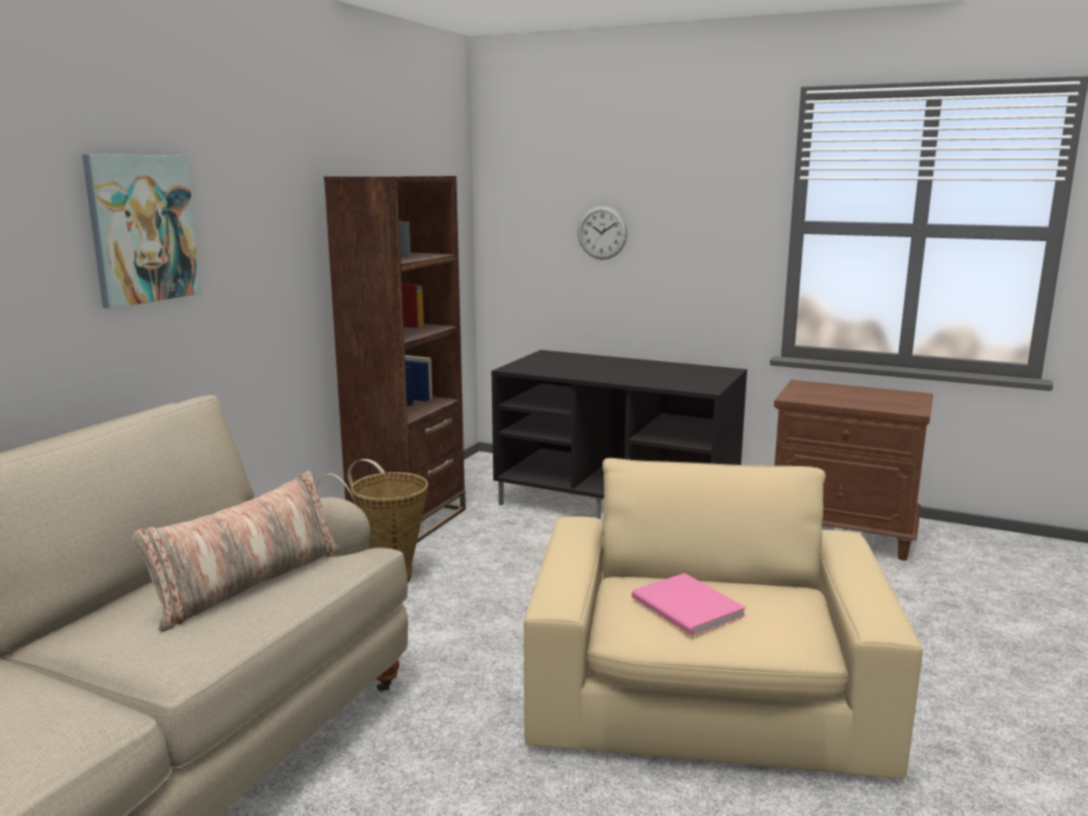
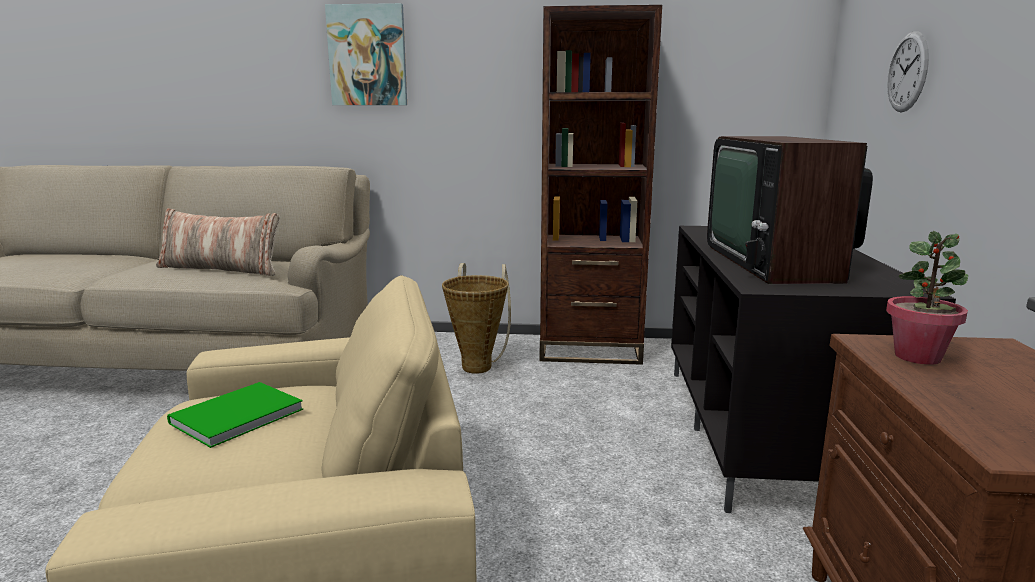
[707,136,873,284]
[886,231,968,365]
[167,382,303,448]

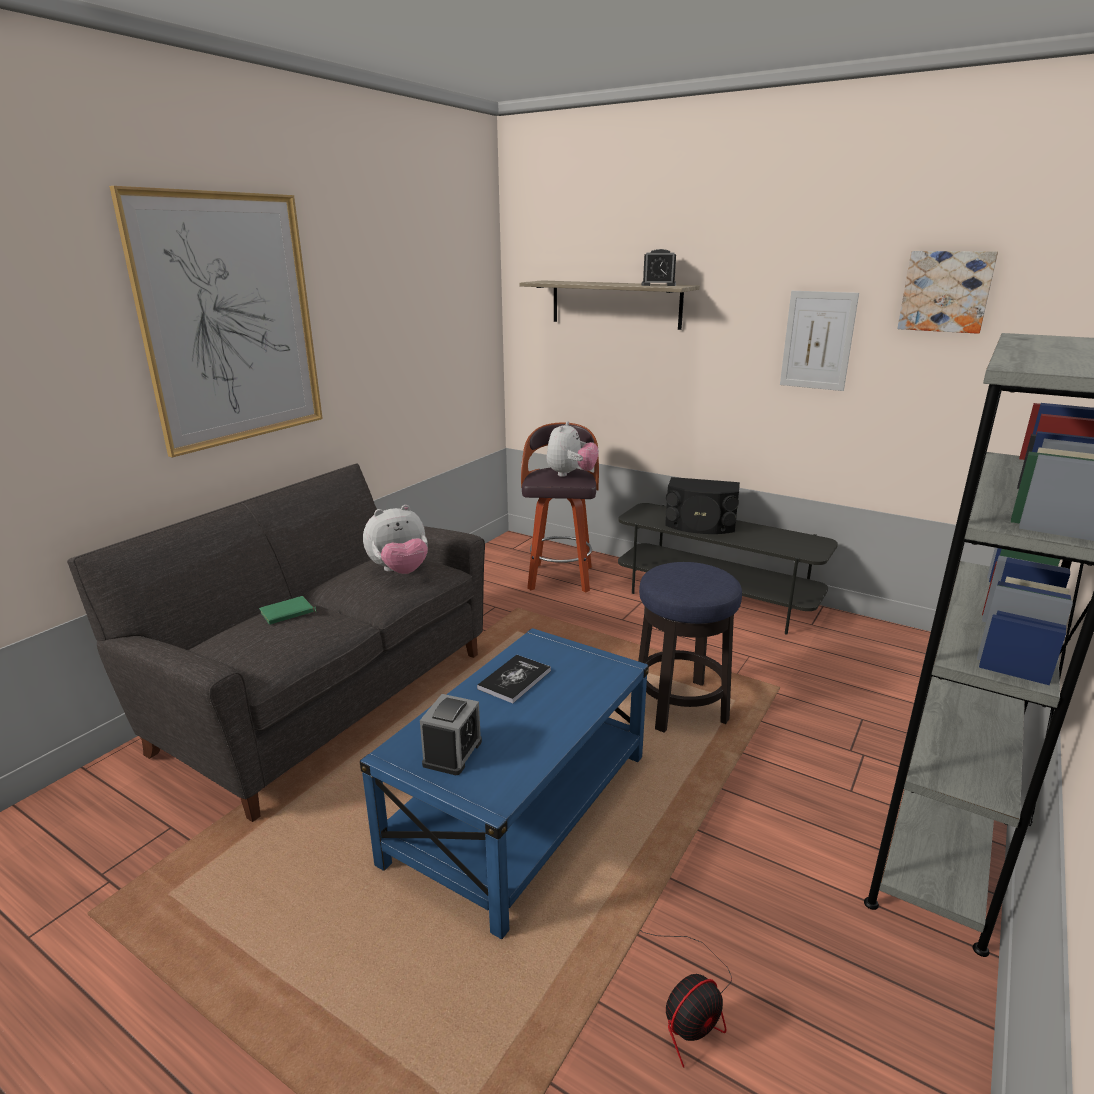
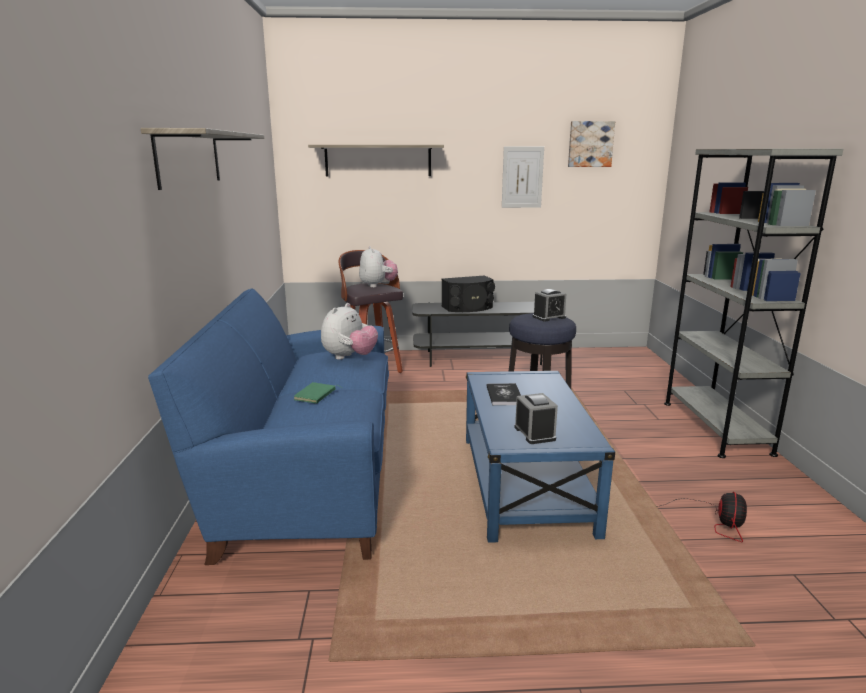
[533,289,566,321]
[141,128,264,190]
[148,288,389,565]

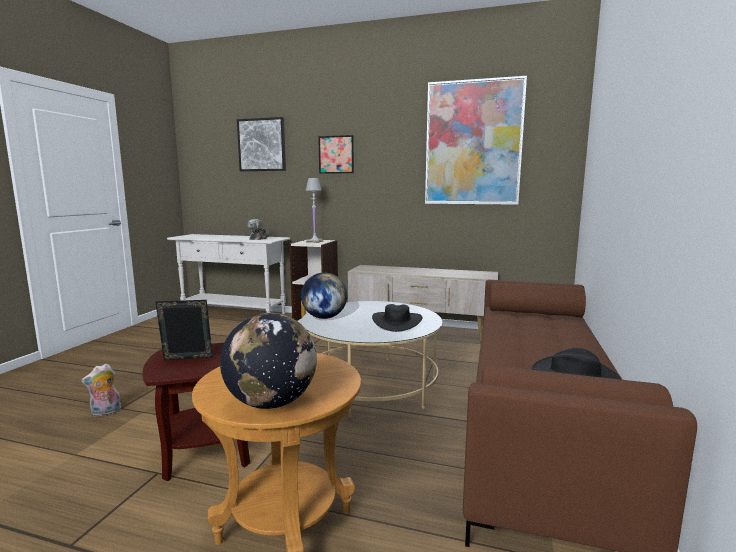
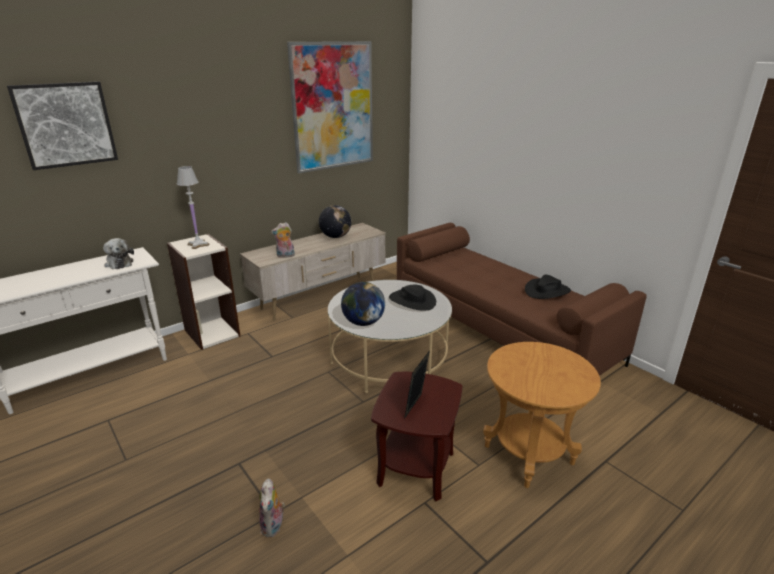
[318,135,354,174] (first image)
[271,222,295,258]
[319,205,351,238]

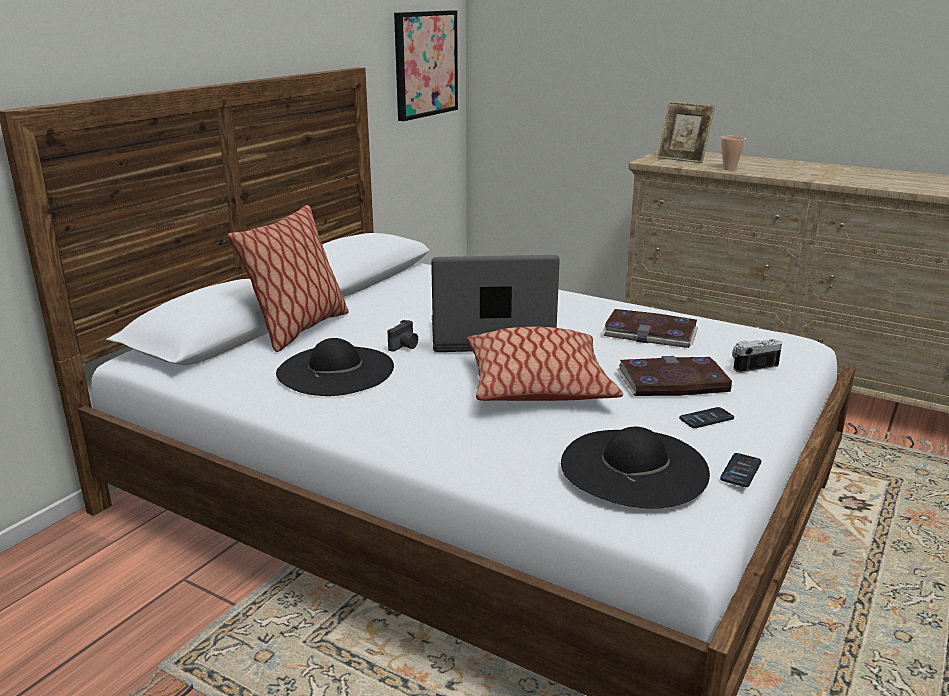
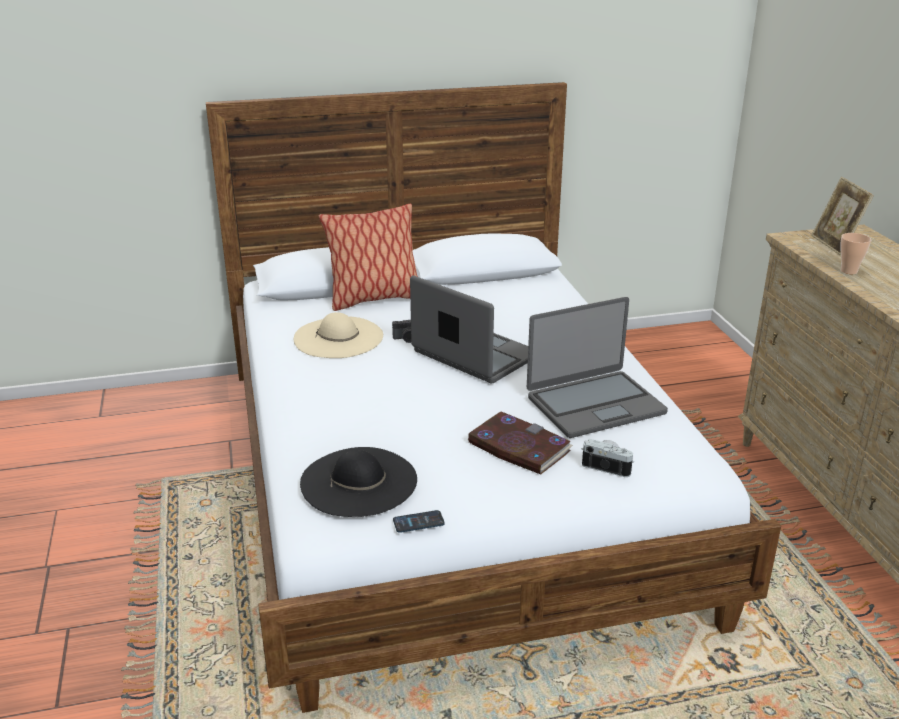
[394,10,458,121] (first image)
[467,327,623,401] (first image)
[679,407,734,428] (first image)
[527,297,668,438]
[294,312,383,358]

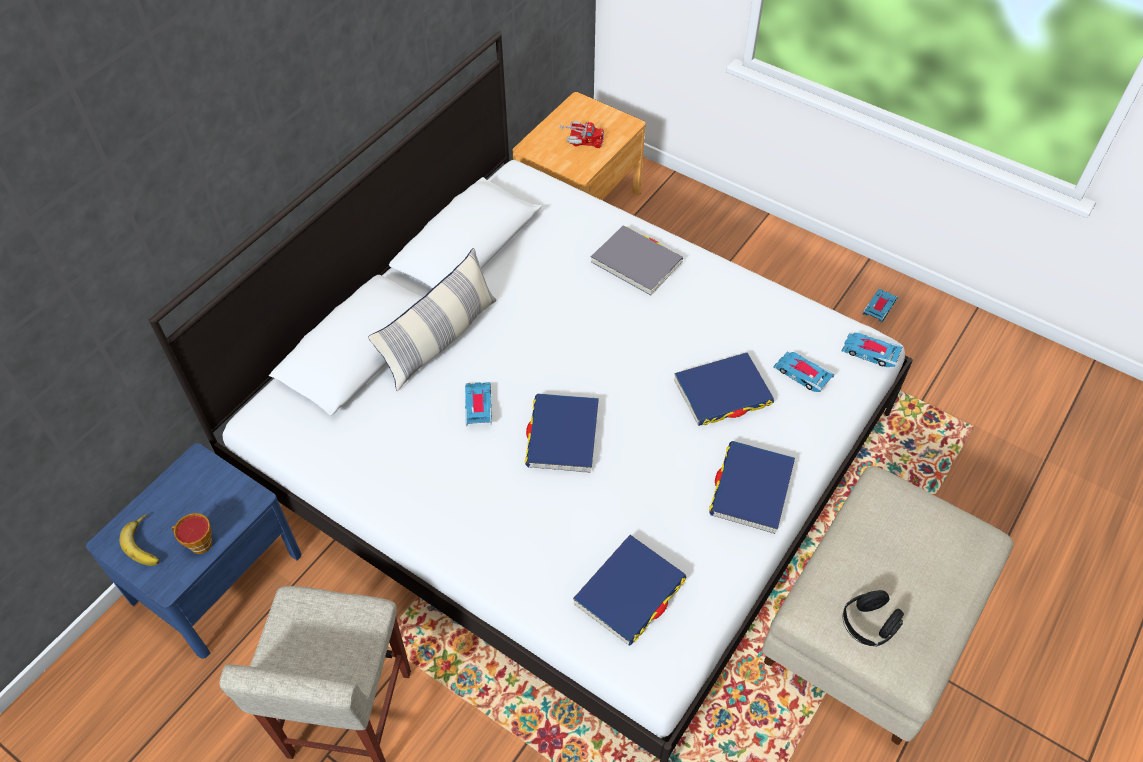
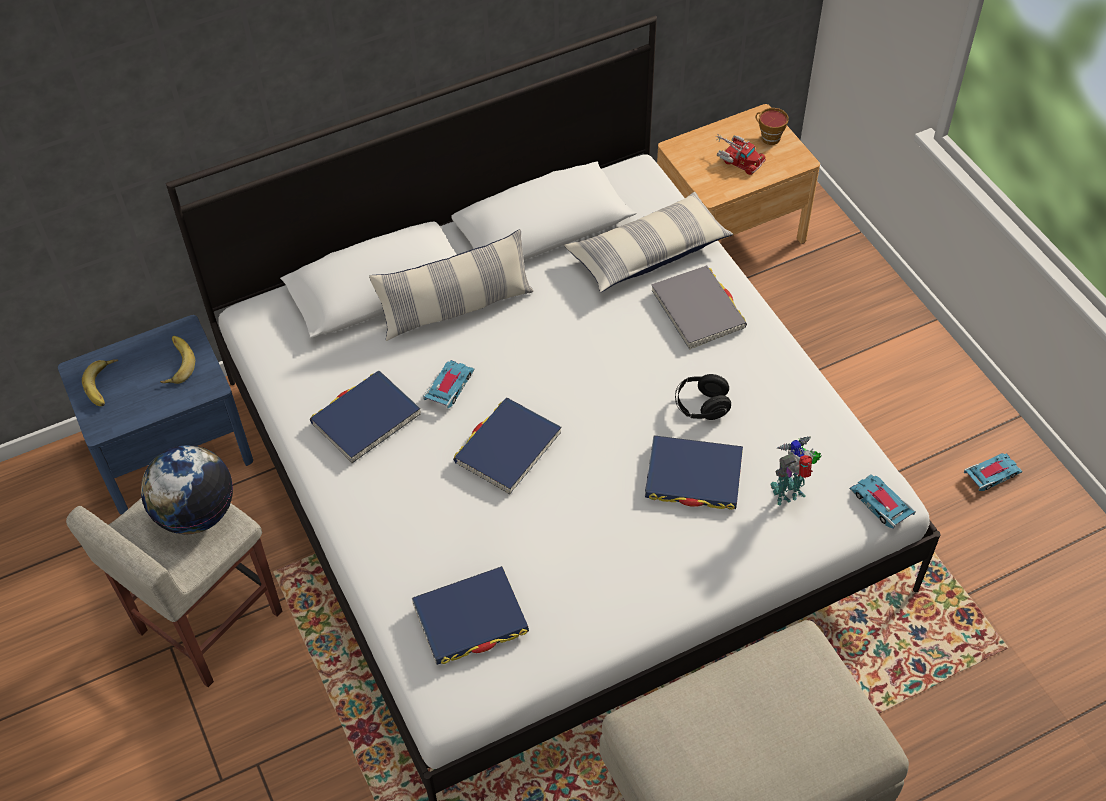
[141,445,233,535]
[160,336,195,384]
[564,192,733,293]
[756,108,789,145]
[310,370,421,463]
[675,374,731,420]
[770,436,821,506]

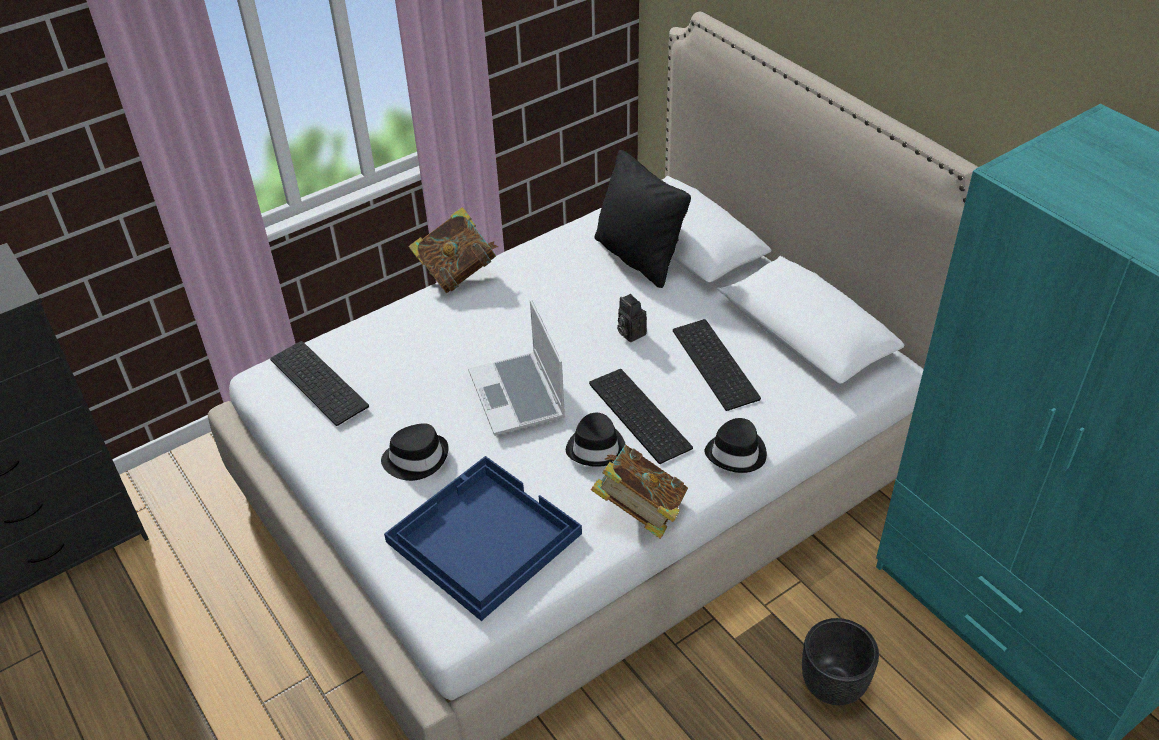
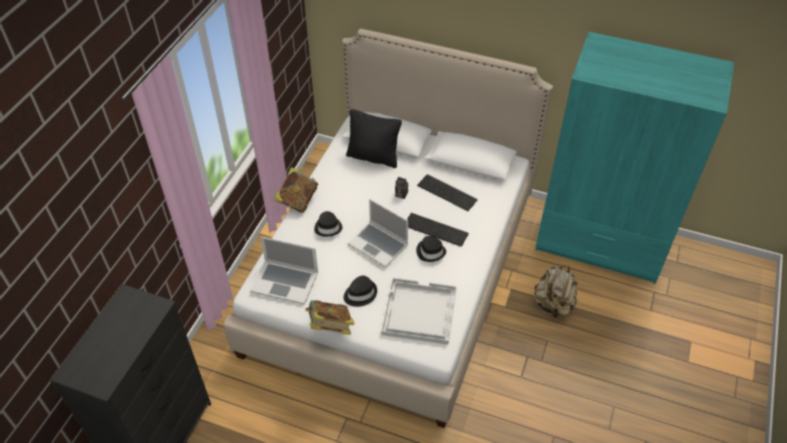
[305,300,354,335]
[314,211,342,237]
[250,236,318,305]
[534,265,578,318]
[381,278,457,345]

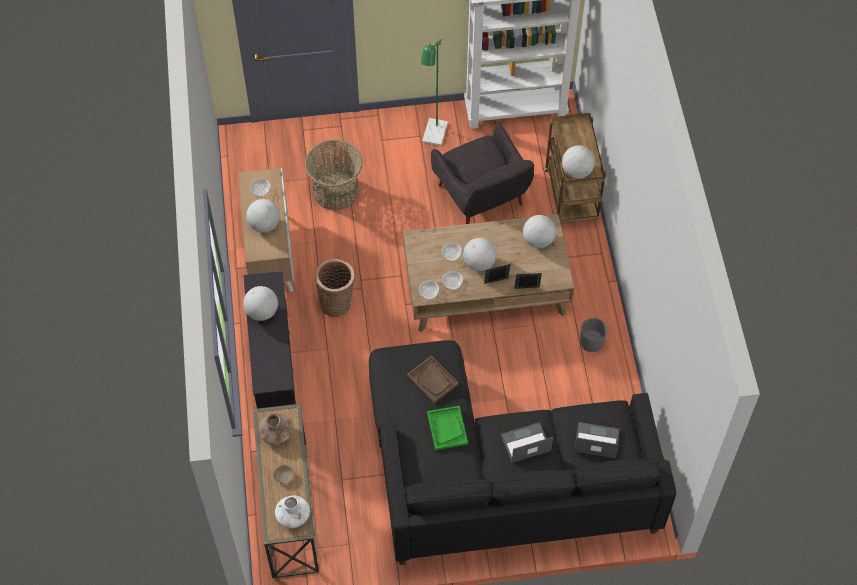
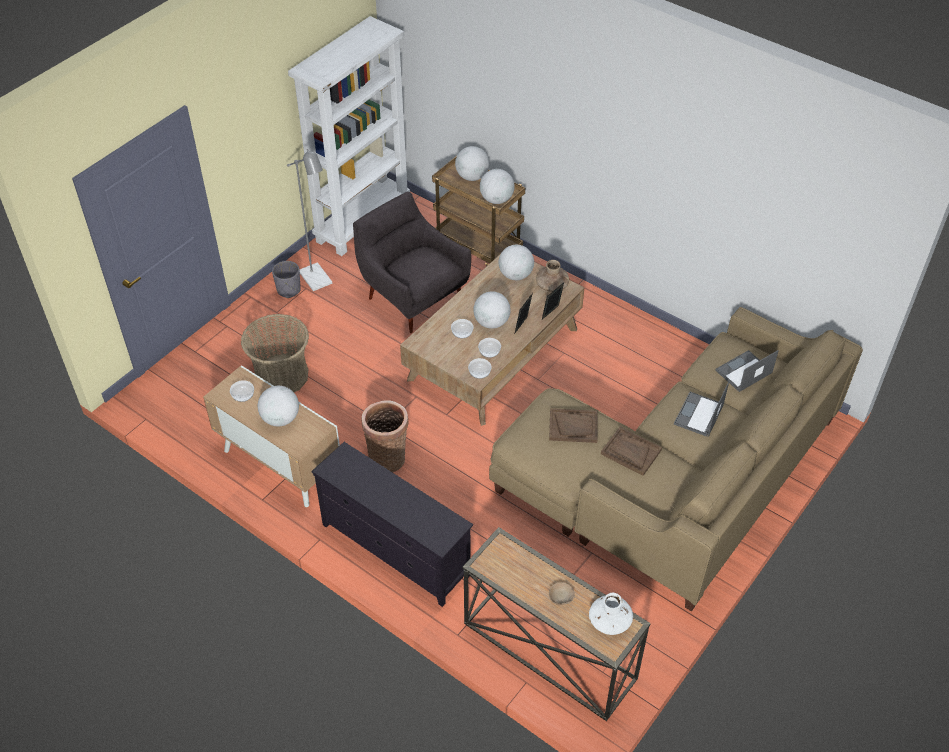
[455,146,489,181]
[536,260,569,292]
[272,261,301,298]
[489,307,863,612]
[287,149,332,291]
[601,427,662,476]
[353,192,471,333]

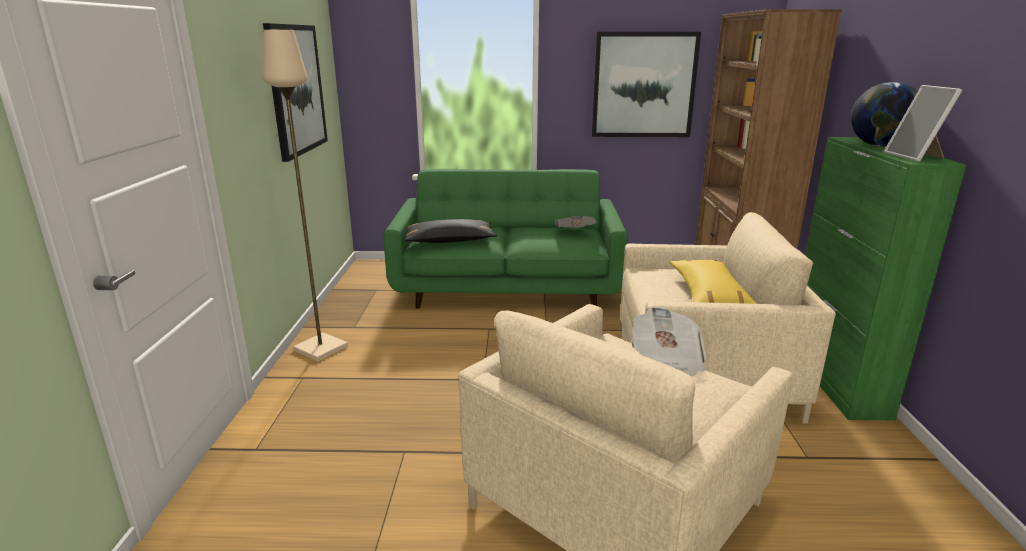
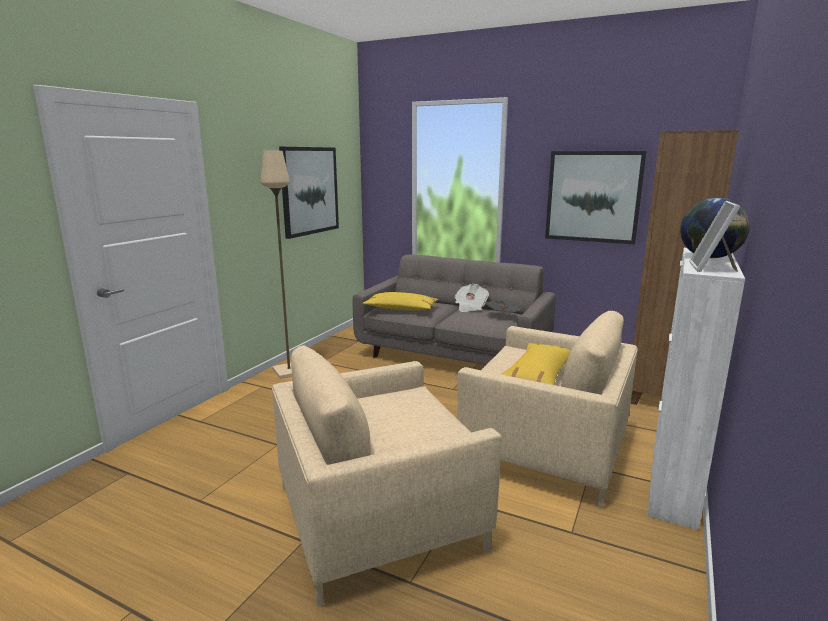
[454,284,489,312]
[353,254,556,365]
[363,292,438,310]
[647,248,745,530]

